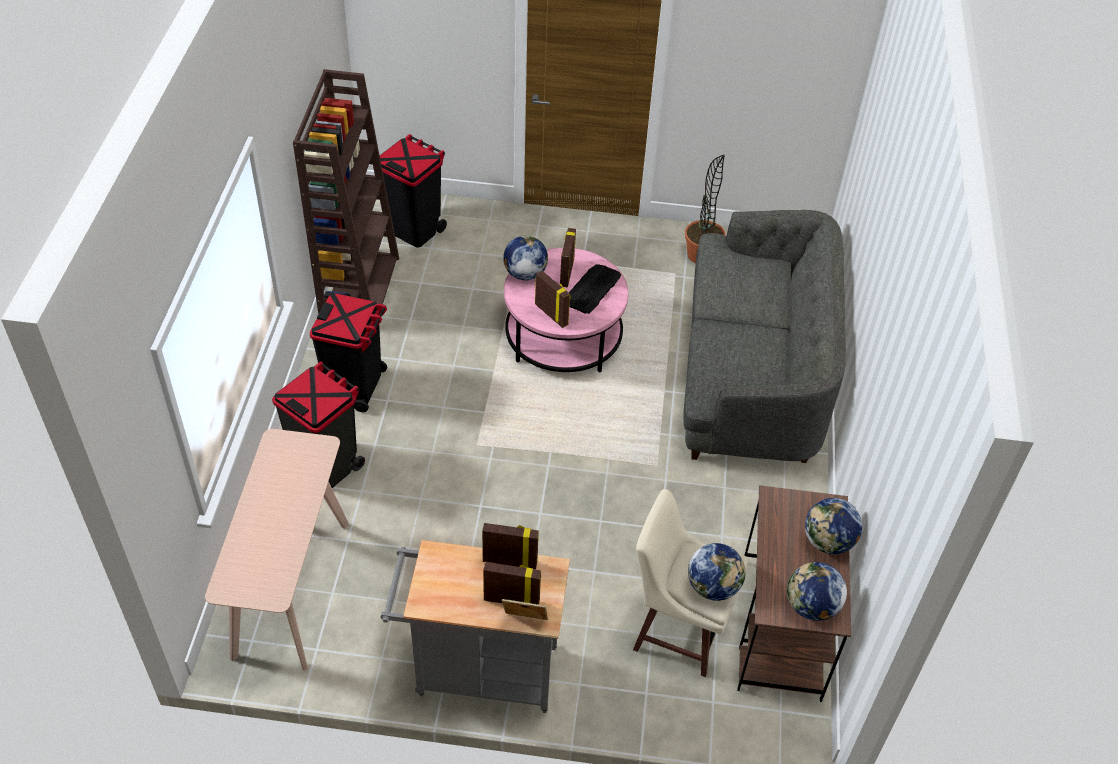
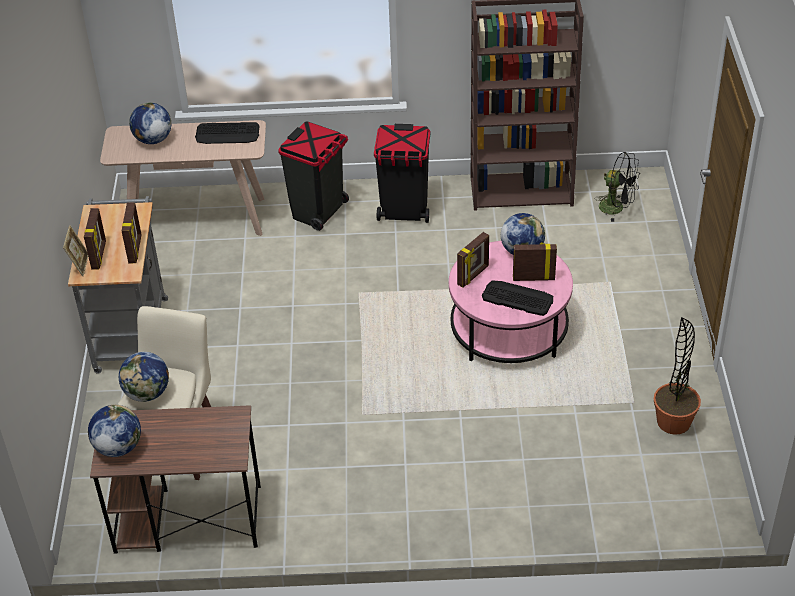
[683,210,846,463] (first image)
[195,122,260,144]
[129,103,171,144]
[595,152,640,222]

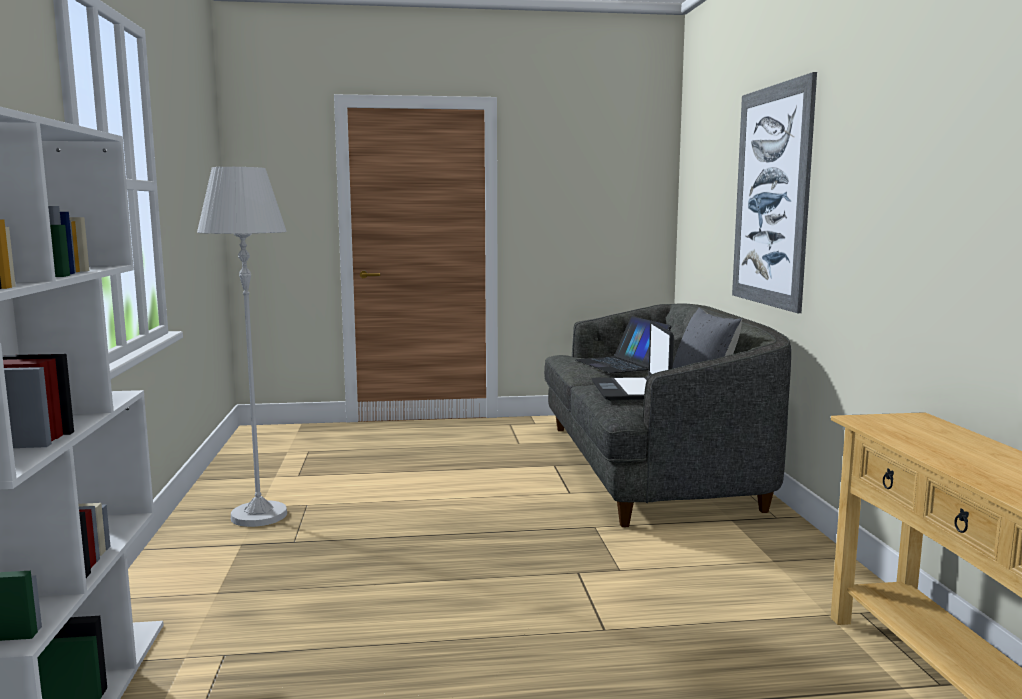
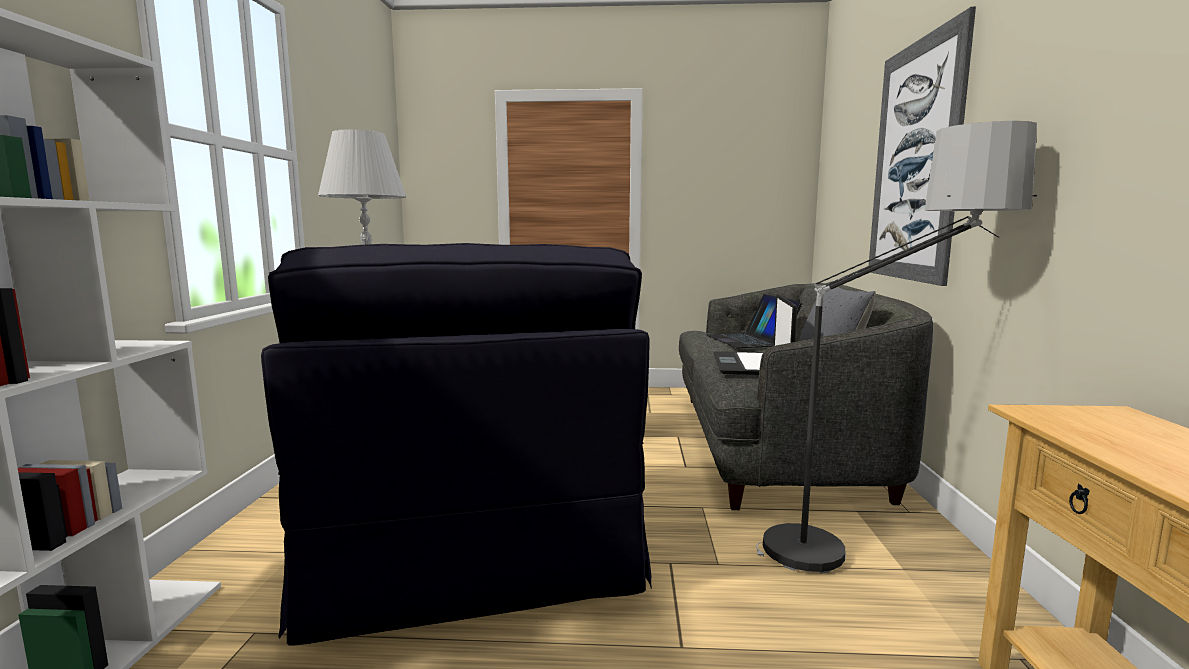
[261,243,652,645]
[756,121,1037,574]

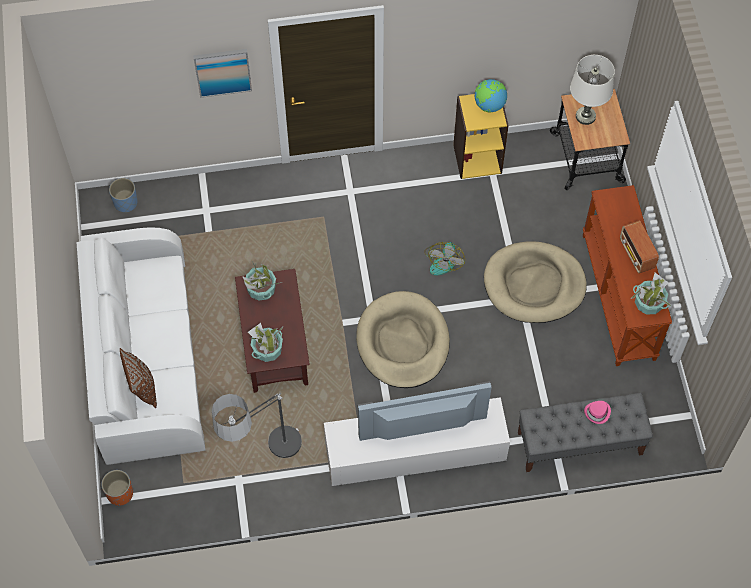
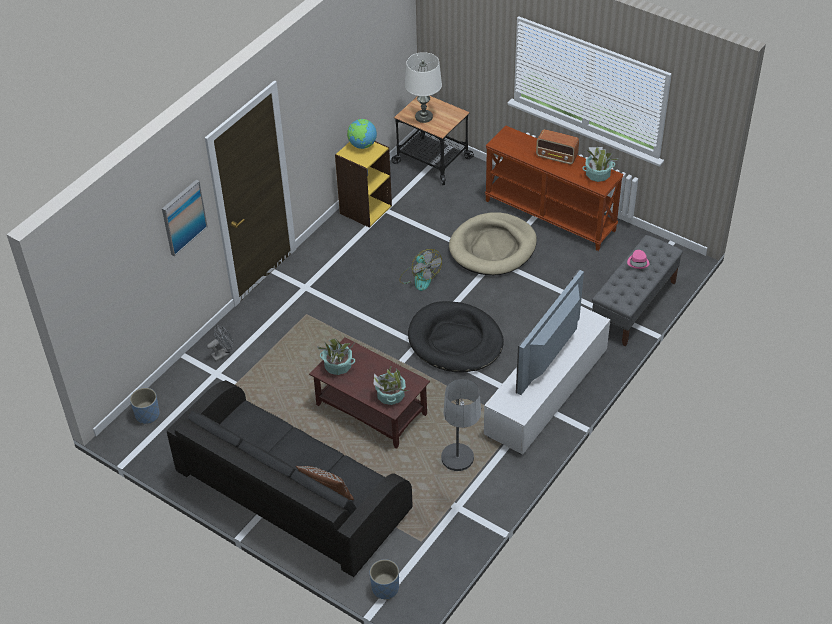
[207,325,233,361]
[167,380,412,577]
[370,559,399,600]
[408,301,504,372]

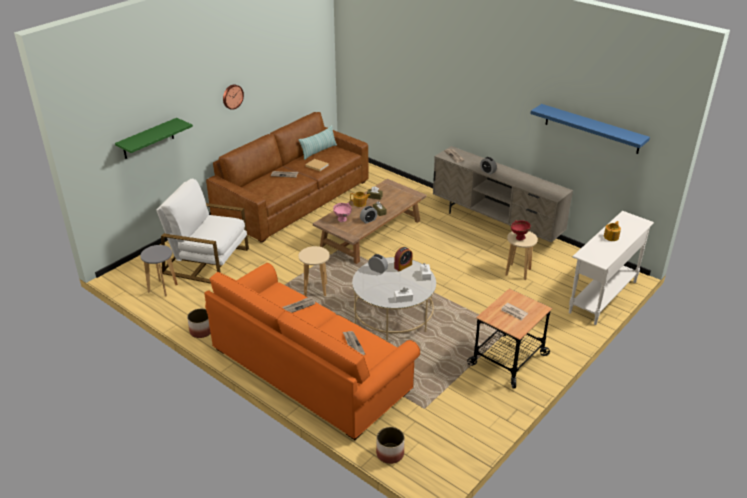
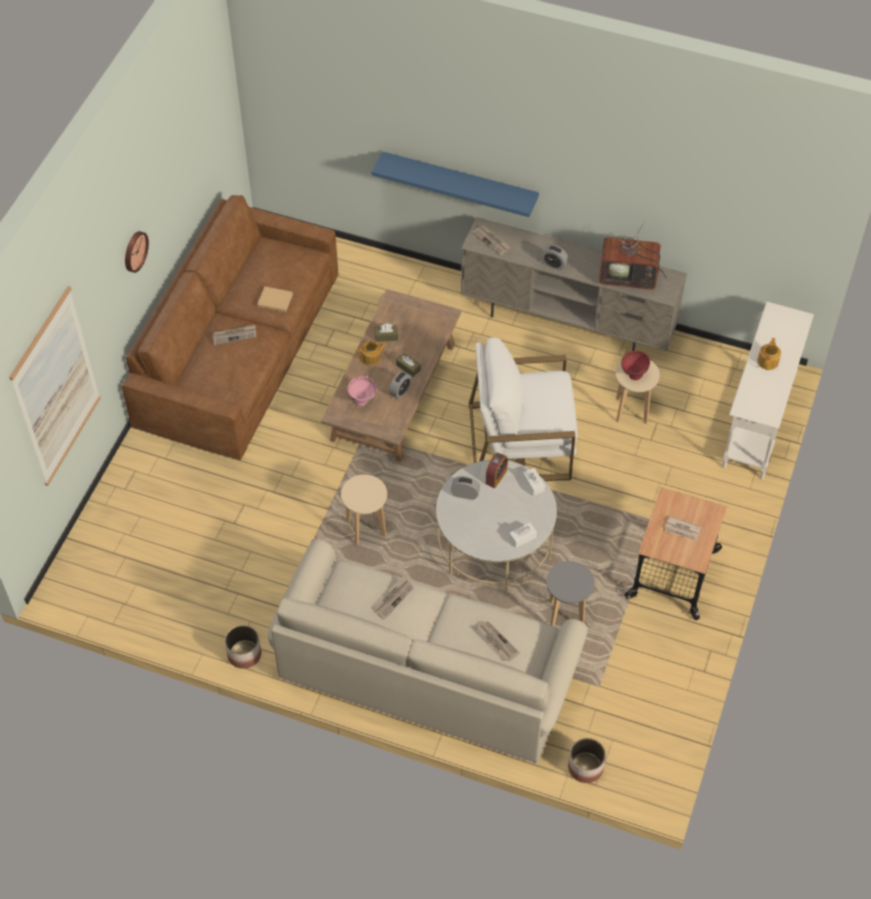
[298,125,337,160] (first image)
[599,221,667,290]
[546,561,594,626]
[469,337,578,481]
[372,151,539,217]
[9,286,100,486]
[268,539,589,763]

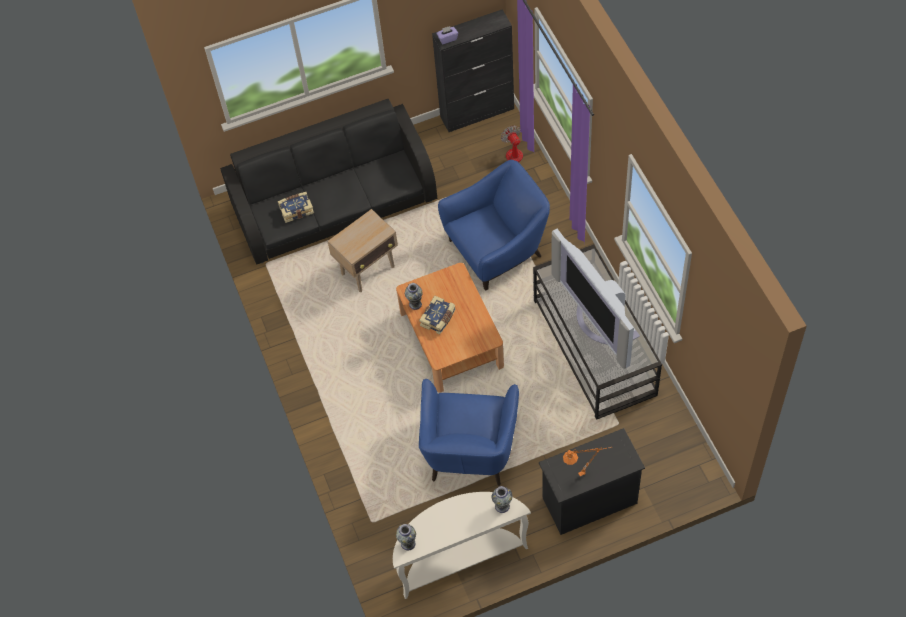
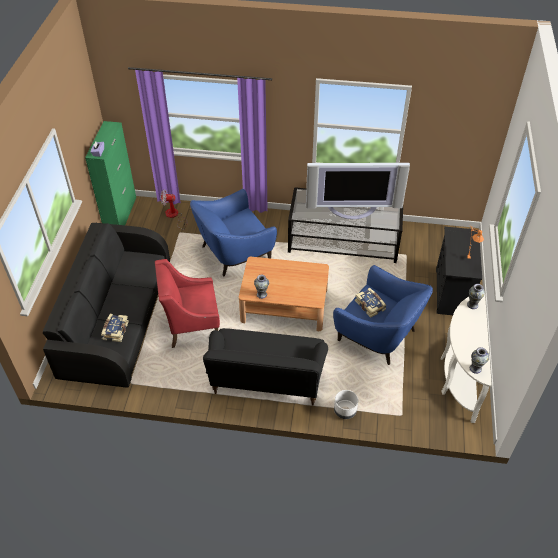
[203,328,328,406]
[334,390,358,419]
[355,288,387,318]
[155,259,220,348]
[85,121,136,225]
[190,189,277,276]

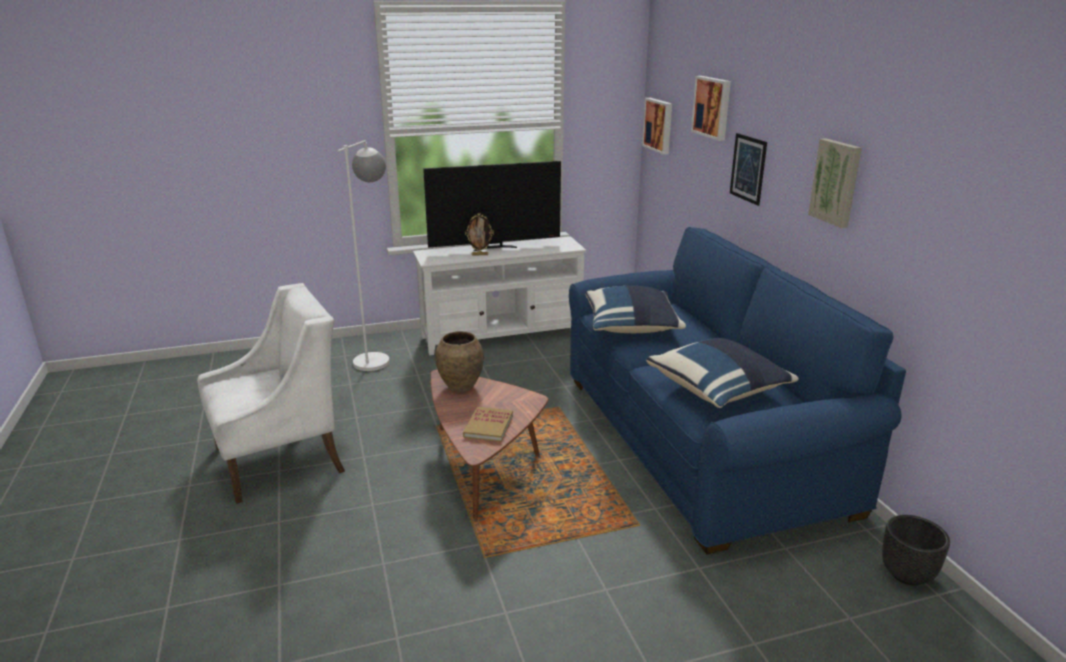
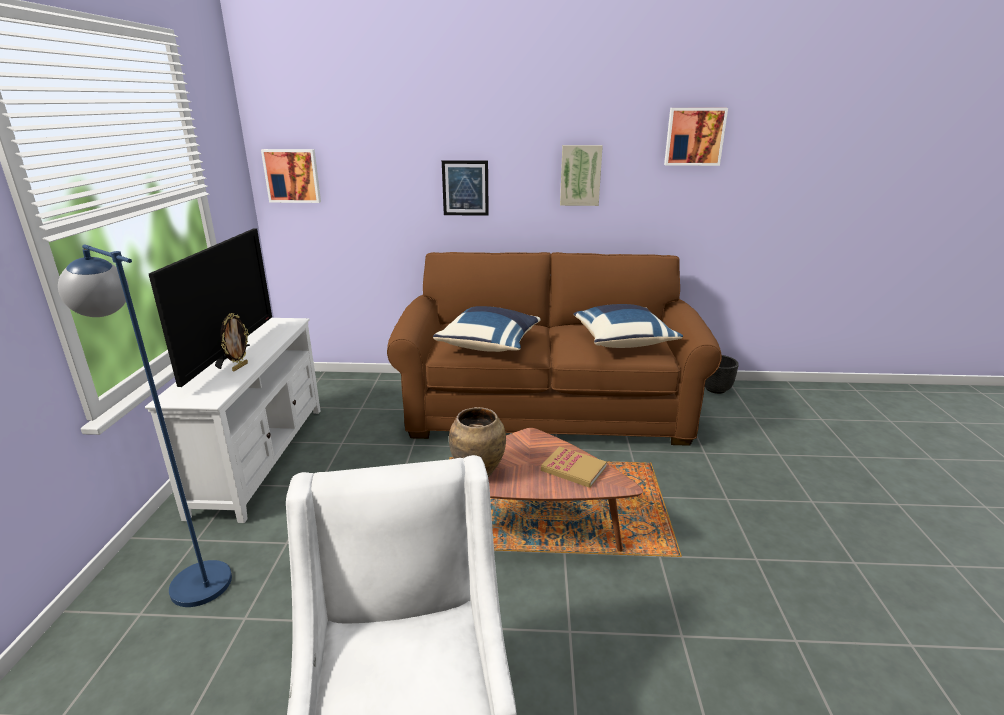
[664,108,728,166]
[58,244,232,607]
[387,252,722,446]

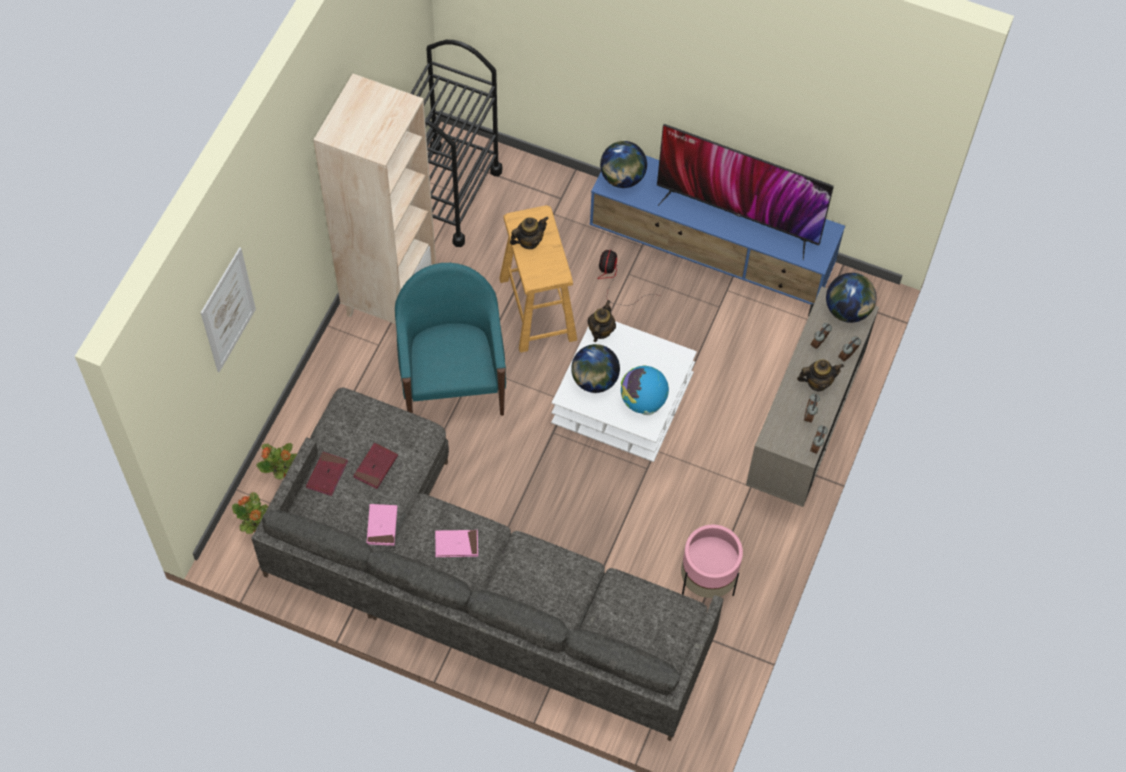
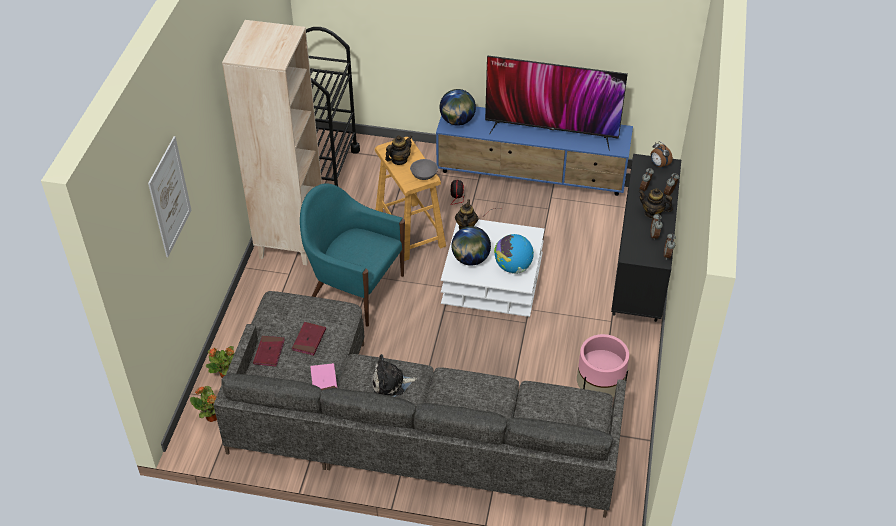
[410,159,438,180]
[373,354,417,397]
[651,141,673,169]
[611,154,681,322]
[300,184,405,327]
[638,188,673,219]

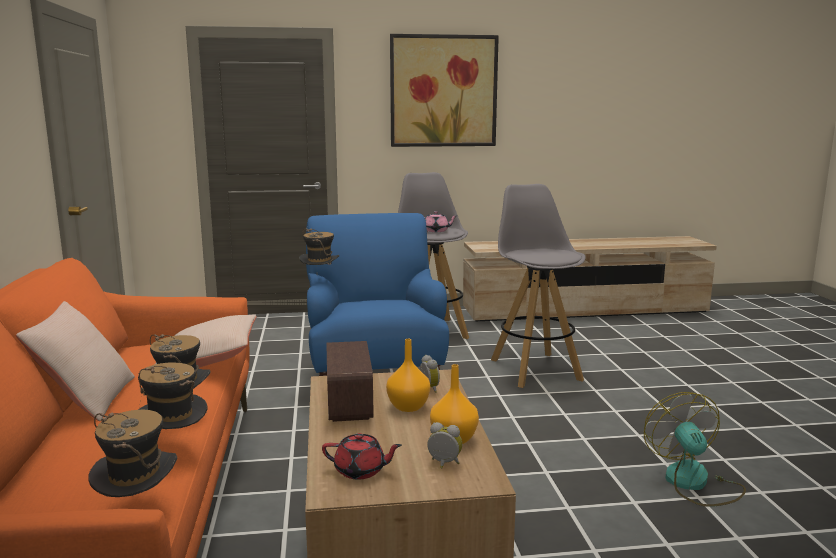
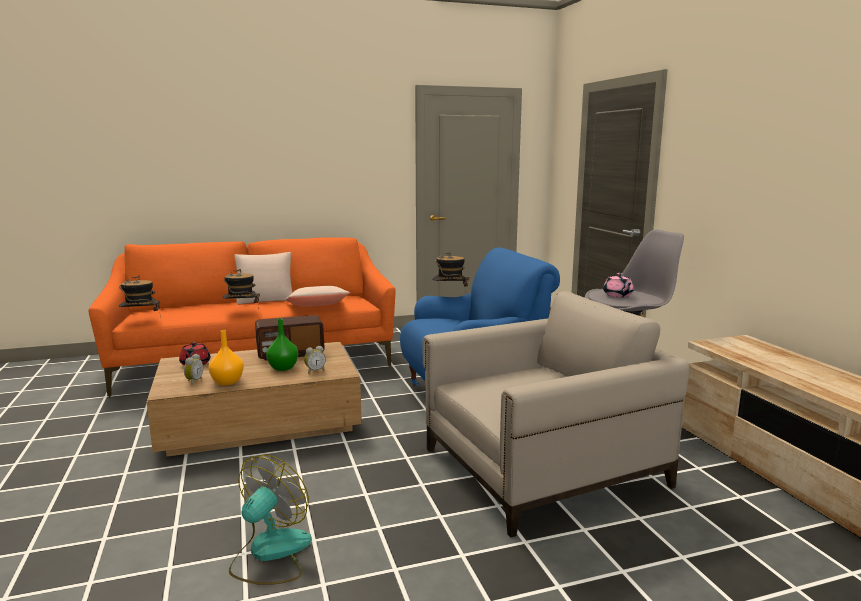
[138,362,208,429] (first image)
[390,34,499,147] (first image)
[423,291,689,538]
[266,319,298,371]
[229,455,312,585]

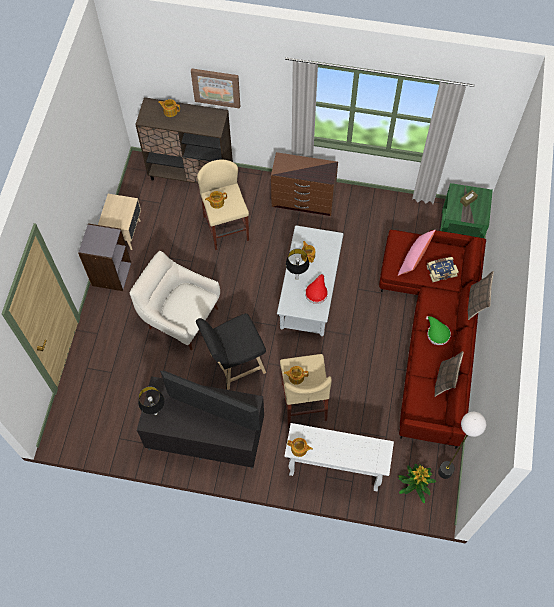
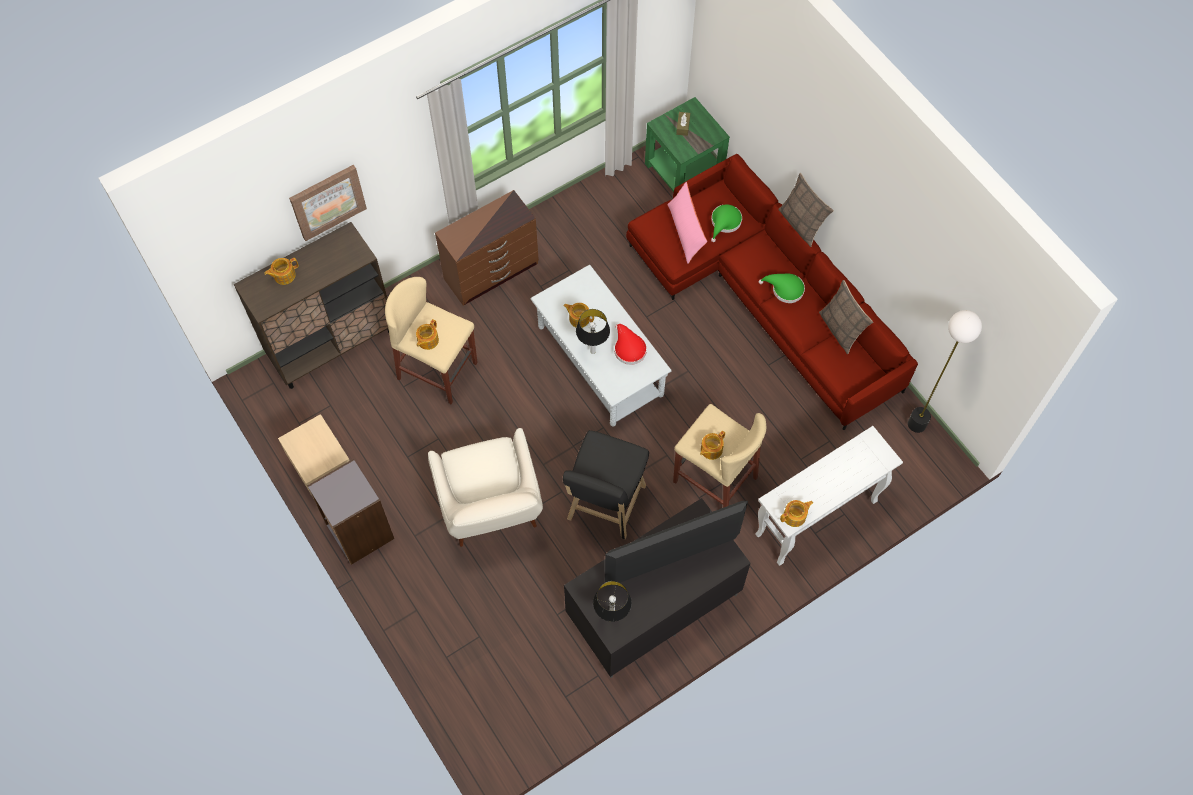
[398,463,436,503] (first image)
[711,204,742,242]
[428,428,543,547]

